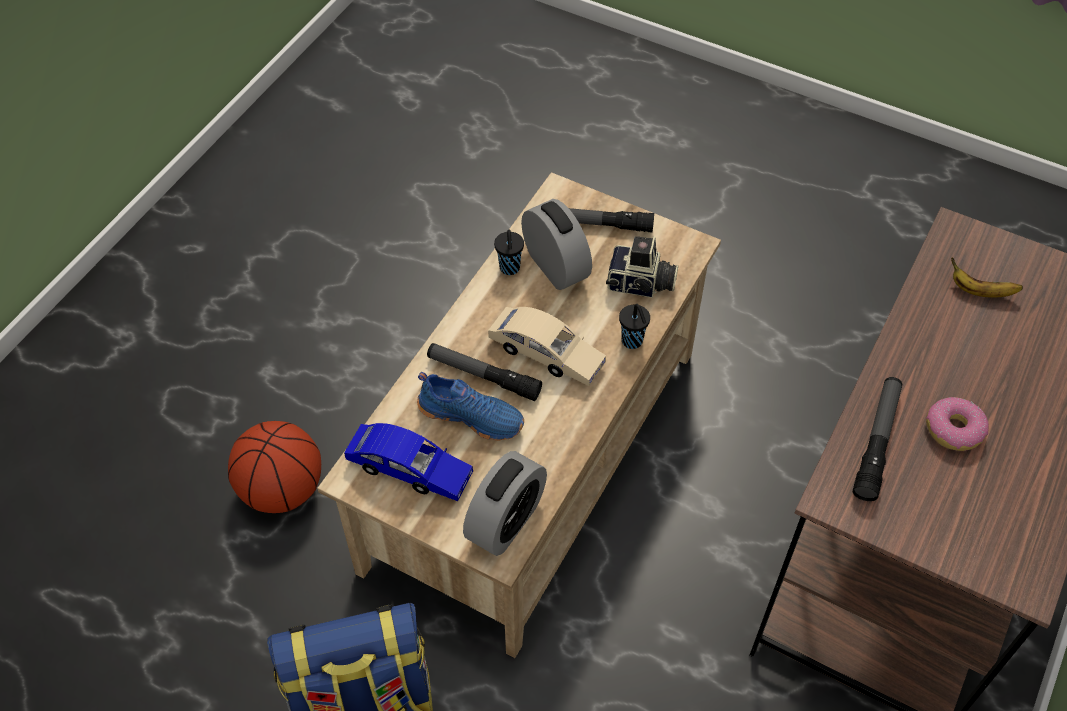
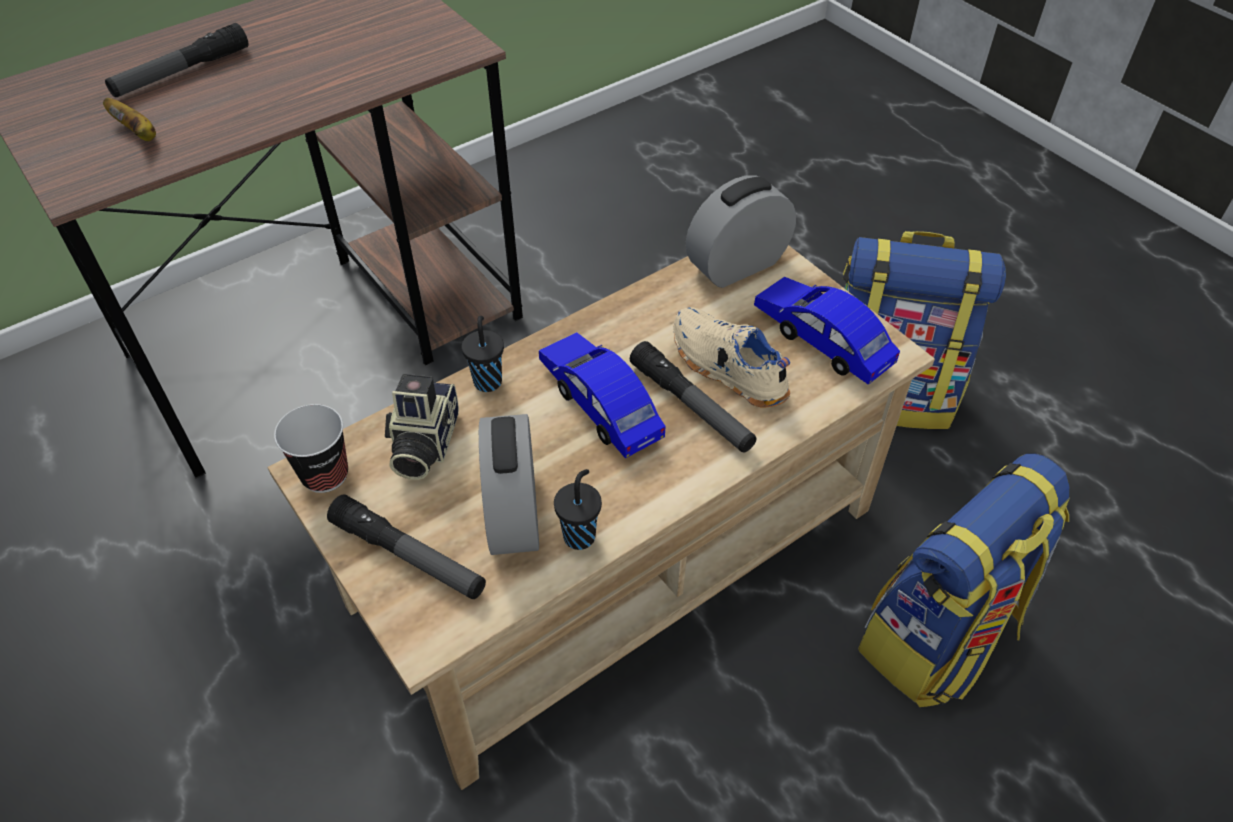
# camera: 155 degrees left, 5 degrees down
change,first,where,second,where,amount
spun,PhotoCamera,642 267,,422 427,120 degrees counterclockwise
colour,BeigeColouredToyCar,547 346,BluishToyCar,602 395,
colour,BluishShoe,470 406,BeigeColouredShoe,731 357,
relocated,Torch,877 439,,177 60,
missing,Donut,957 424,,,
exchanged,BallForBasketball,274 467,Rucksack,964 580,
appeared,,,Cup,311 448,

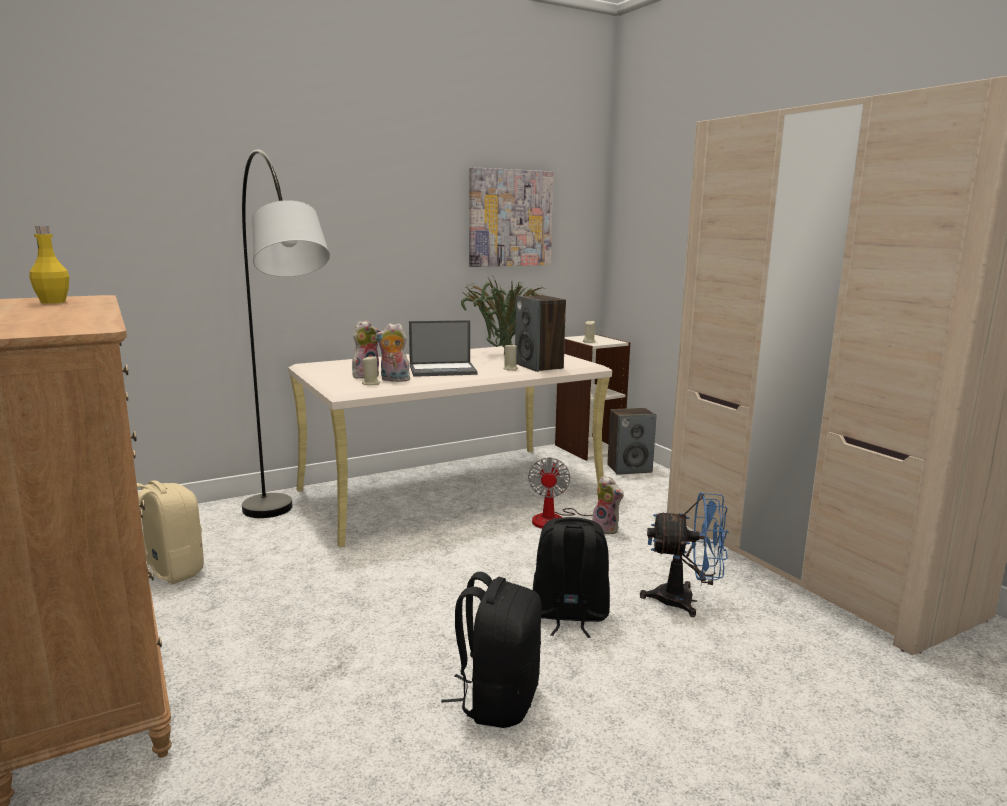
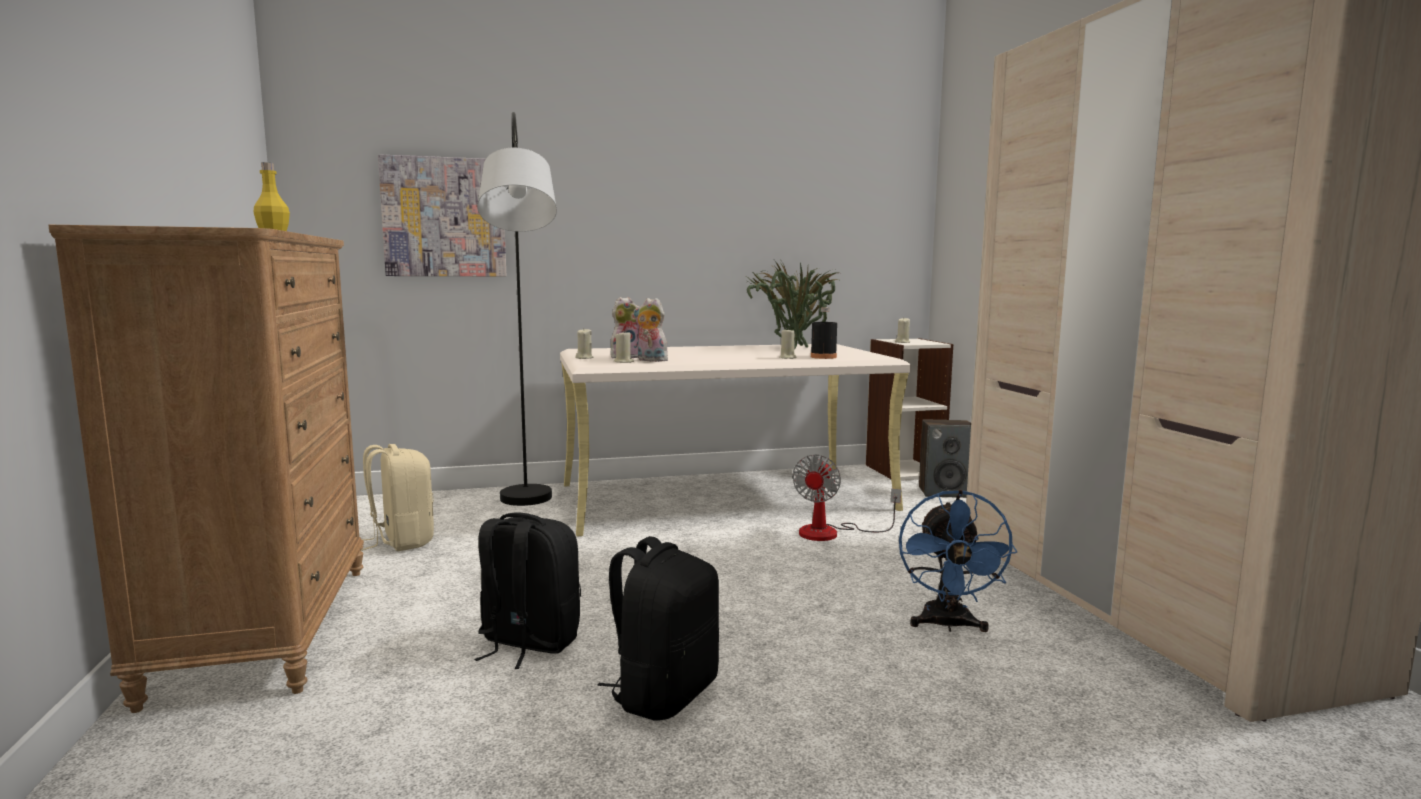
# camera: 15 degrees right, 5 degrees down
change,first,where,second,where,amount
relocated,WallPicture,511 217,,442 215,
exchanged,Speaker,540 333,BlackishBeverageBottle,824 333,
missing,Laptop,443 348,,,
missing,CuddlyToy,608 505,,,
spun,BluishFan,684 554,,958 561,75 degrees clockwise
relocated,BlackishRucksack,571 577,,528 591,
appeared,,,BeigeColouredWaxLight,584 344,

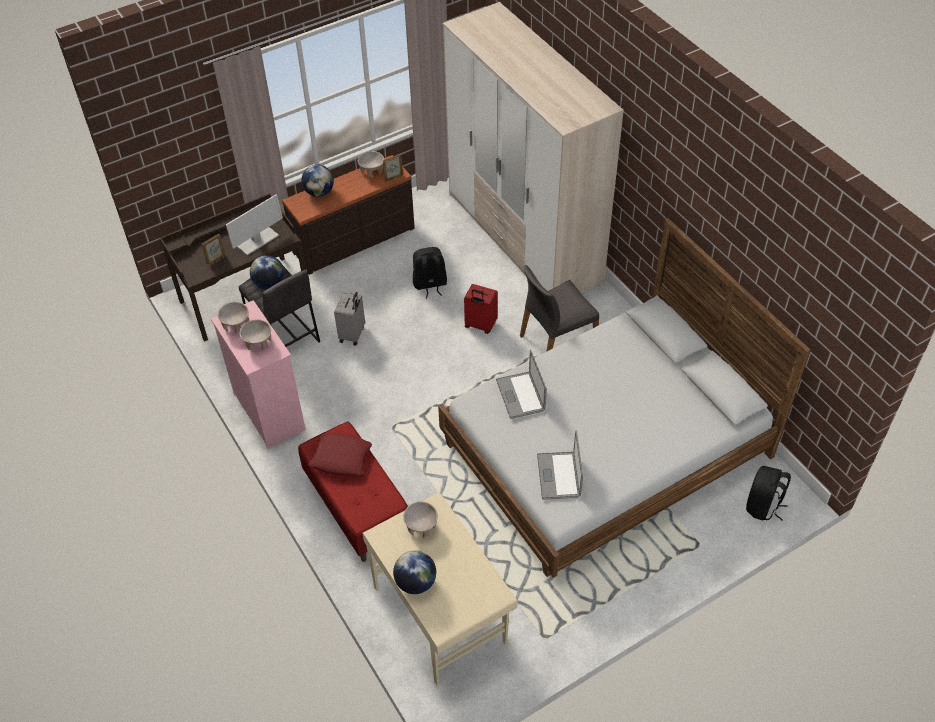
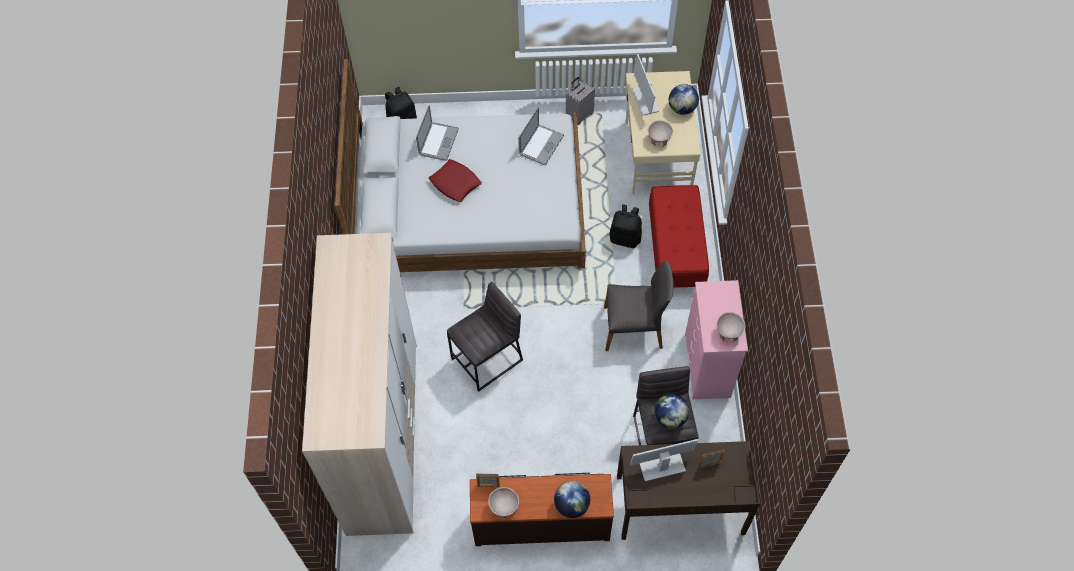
# camera: 150 degrees left, 10 degrees up
change,first,where,second,where,amount
relocated,BlackishRucksack,430 272,,626 226,
relocated,GrayUprightChair,559 308,,638 306,
exchanged,RedColouredSuitcase,481 309,GraySittingStool,485 337,
relocated,GraySuitcase,349 319,,580 101,
missing,BeigeColouredDeepDish,255 335,,,
relocated,Laptop,521 384,,437 133,
relocated,RedColouredThrowPillow,340 455,,455 180,
appeared,,,ComputerScreen,645 85,

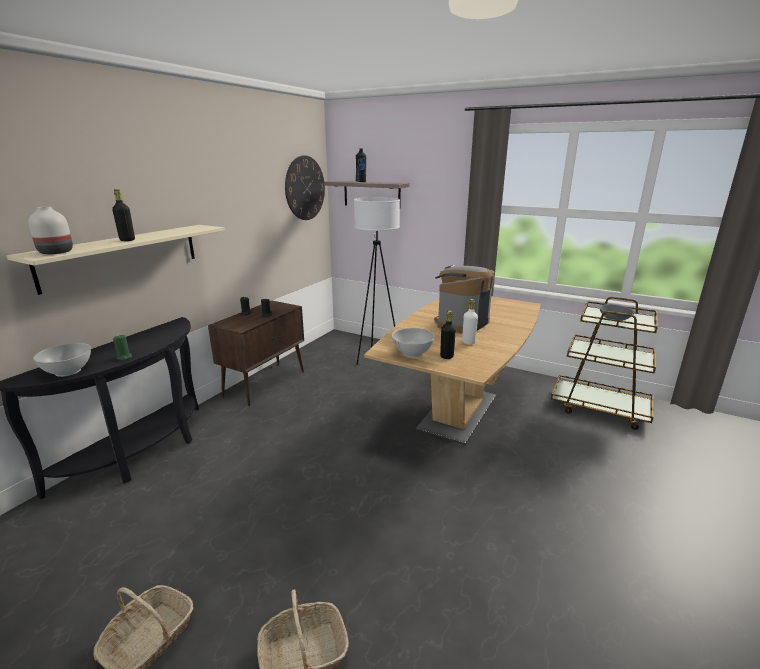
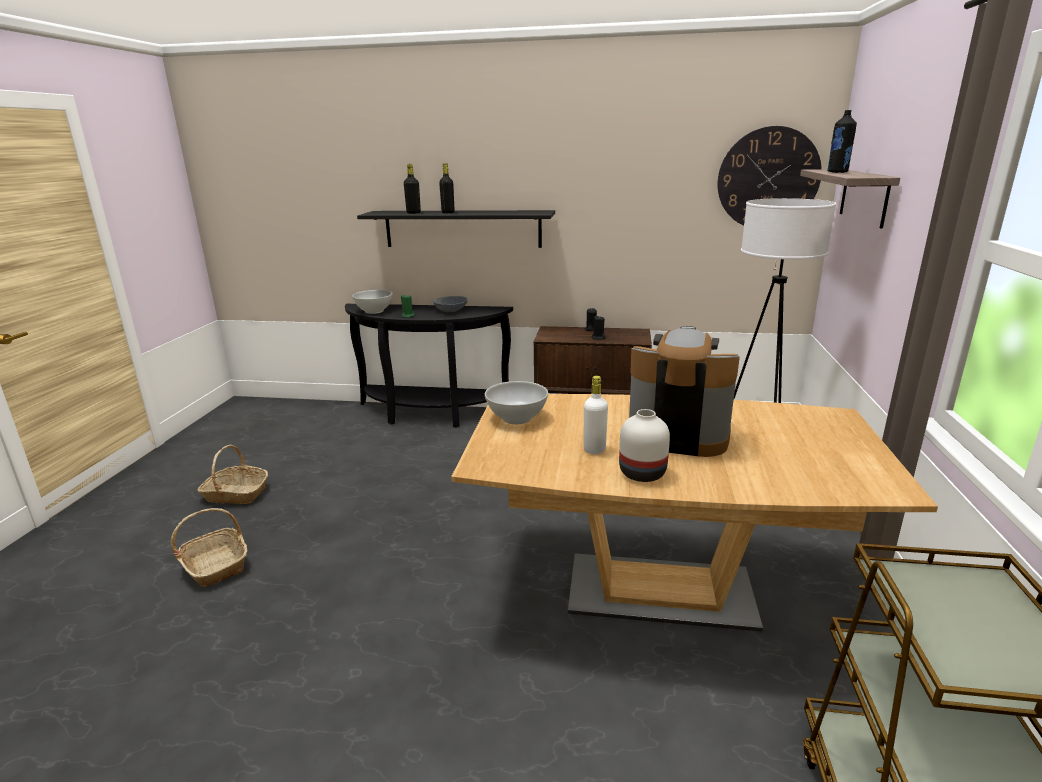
# camera: 70 degrees right, 0 degrees up
change,first,where,second,where,amount
relocated,WhiteVase,50 230,,644 445,
colour,BeigeColouredShelf,115 260,BlackishShelf,456 229,
relocated,GrayDeepDish,617 312,,451 304,
relocated,BlackishBeverageBottle,448 334,,412 189,

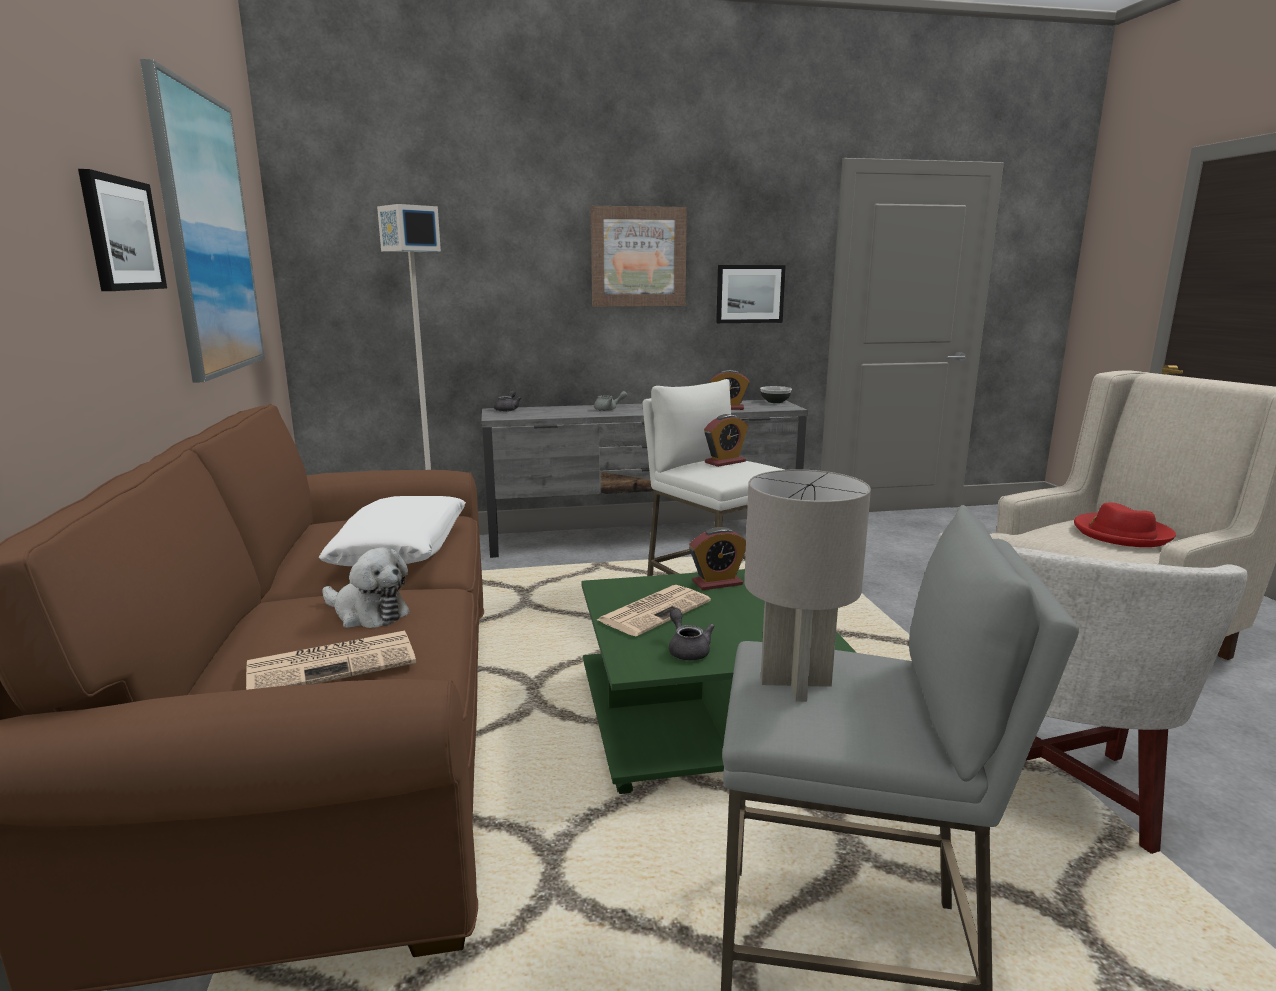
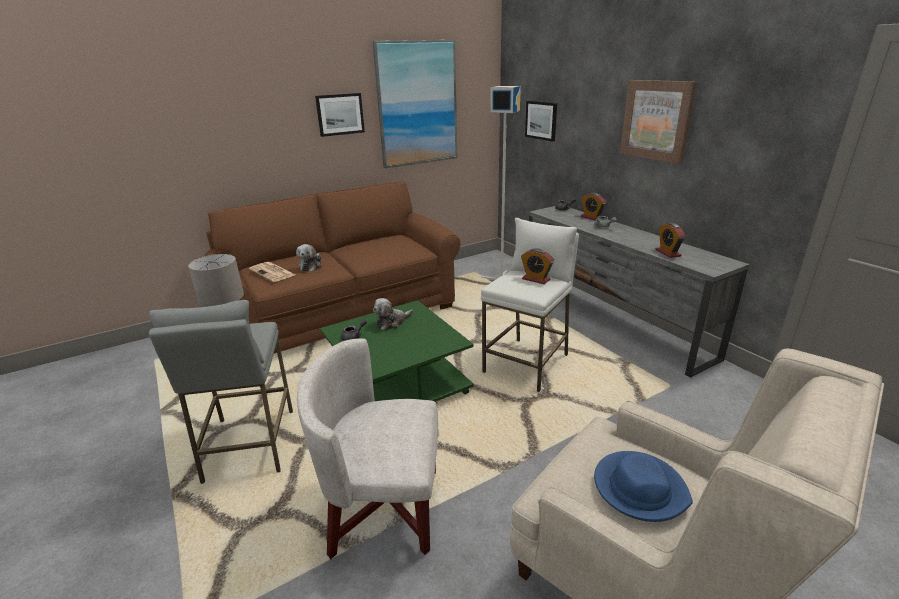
# camera: 70 degrees right, 10 degrees up
change,first,where,second,where,amount
relocated,WallPicture,751 294,,541 121,
missing,DeepDish,776 394,,,
missing,WhiteThrowPillow,392 531,,,
colour,RedColouredWearableHat,1125 524,BluishWearableHat,643 486,
relocated,AlarmClock,717 558,,593 206,
exchanged,Newspaper,654 610,CuddlyToy,393 314,

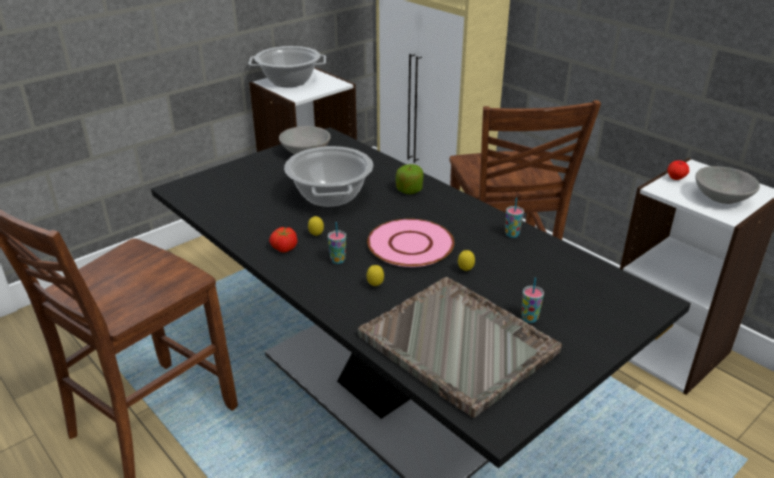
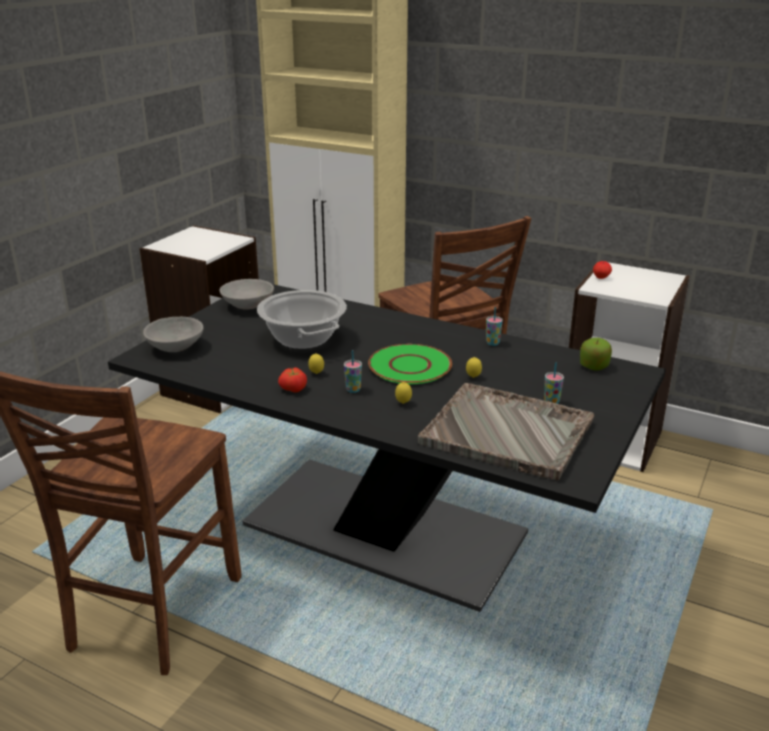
# camera: 20 degrees left, 5 degrees down
change,first,where,second,where,amount
missing,CookingPot,287 66,,,
relocated,Apple,410 179,,596 354,
relocated,GrayDeepDish,727 185,,173 334,
colour,PinkPlate,410 243,GreenColouredPlate,410 364,

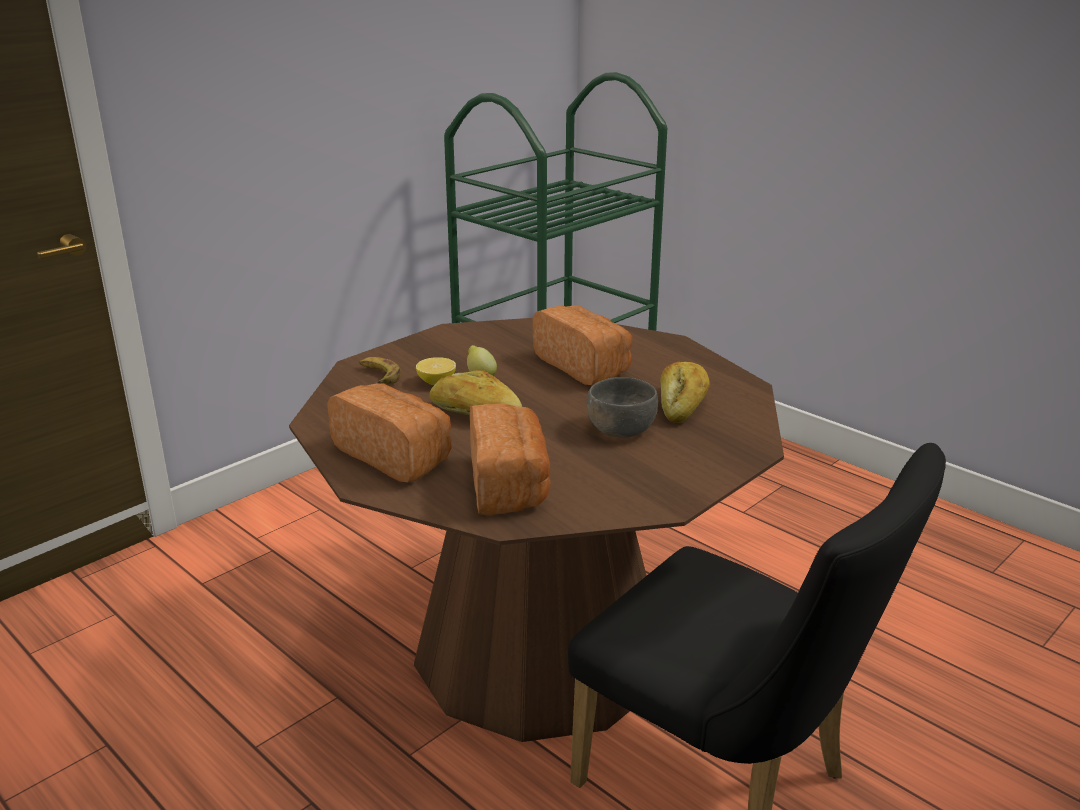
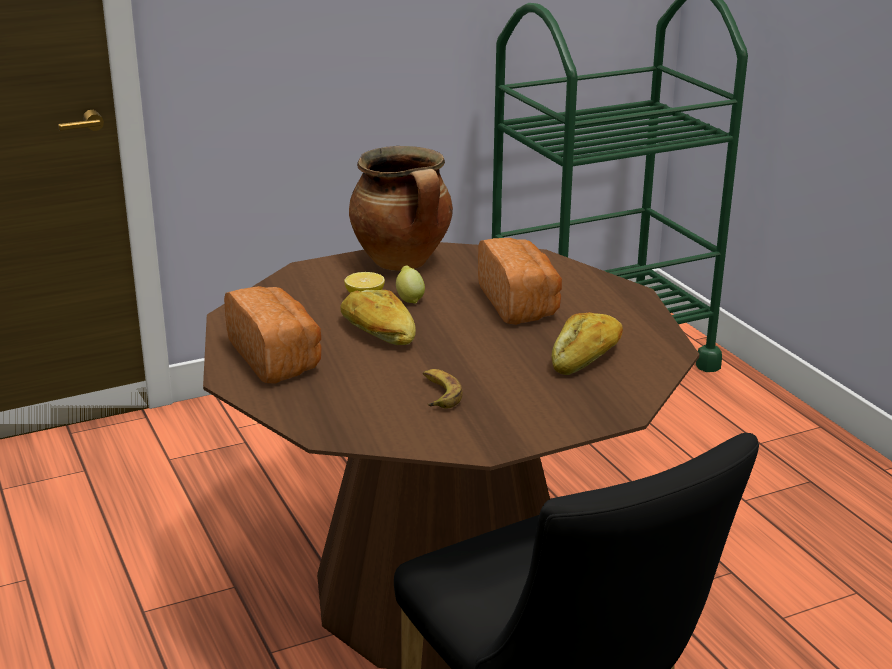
# camera: 20 degrees right, 0 degrees up
change,first,where,second,where,amount
relocated,Banana,380 371,,443 389,
missing,GrayDeepDish,622 407,,,
missing,Bread,510 460,,,
appeared,,,CookingPot,401 208,

